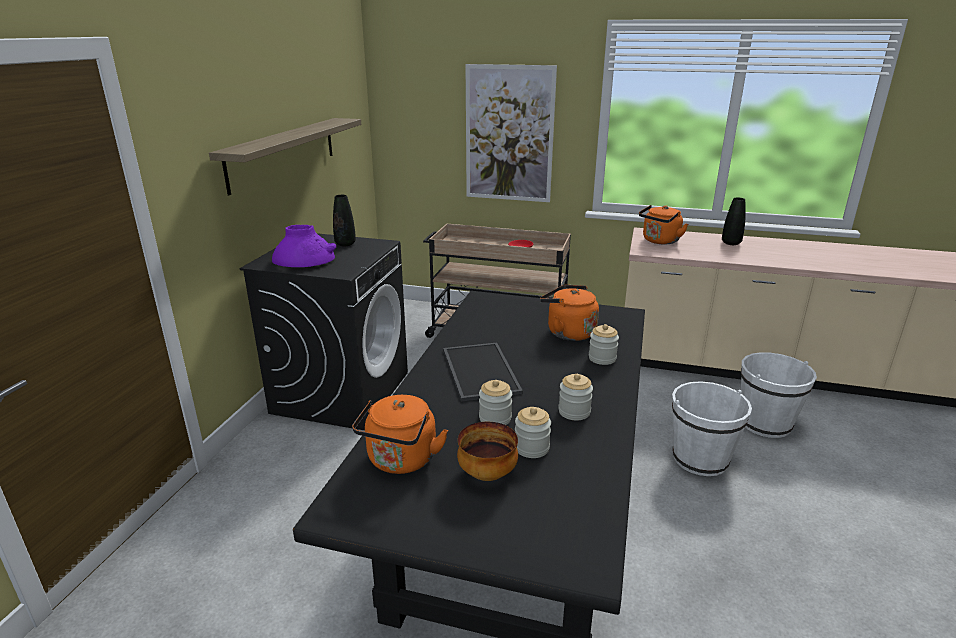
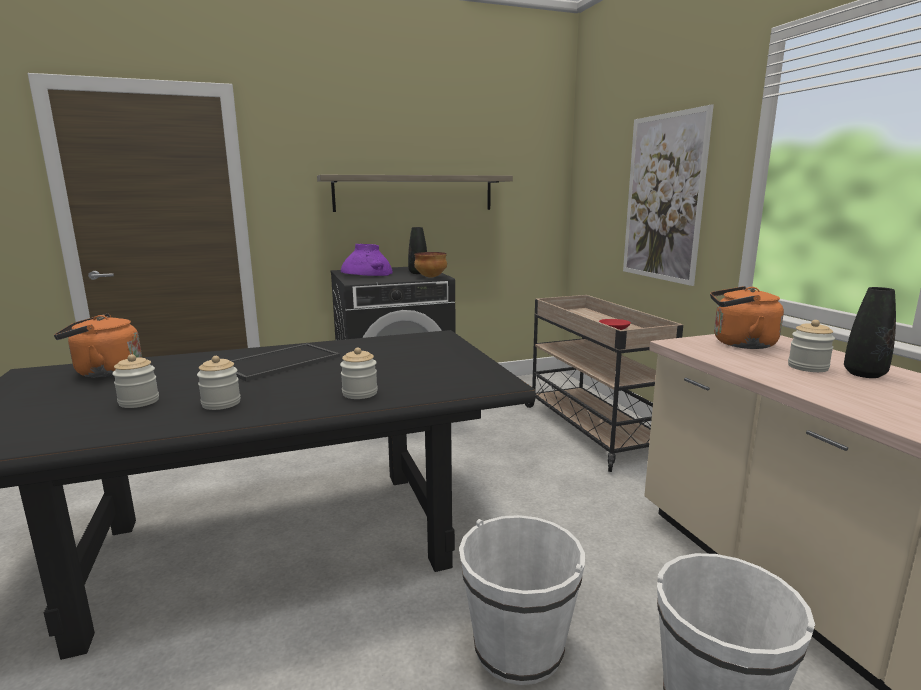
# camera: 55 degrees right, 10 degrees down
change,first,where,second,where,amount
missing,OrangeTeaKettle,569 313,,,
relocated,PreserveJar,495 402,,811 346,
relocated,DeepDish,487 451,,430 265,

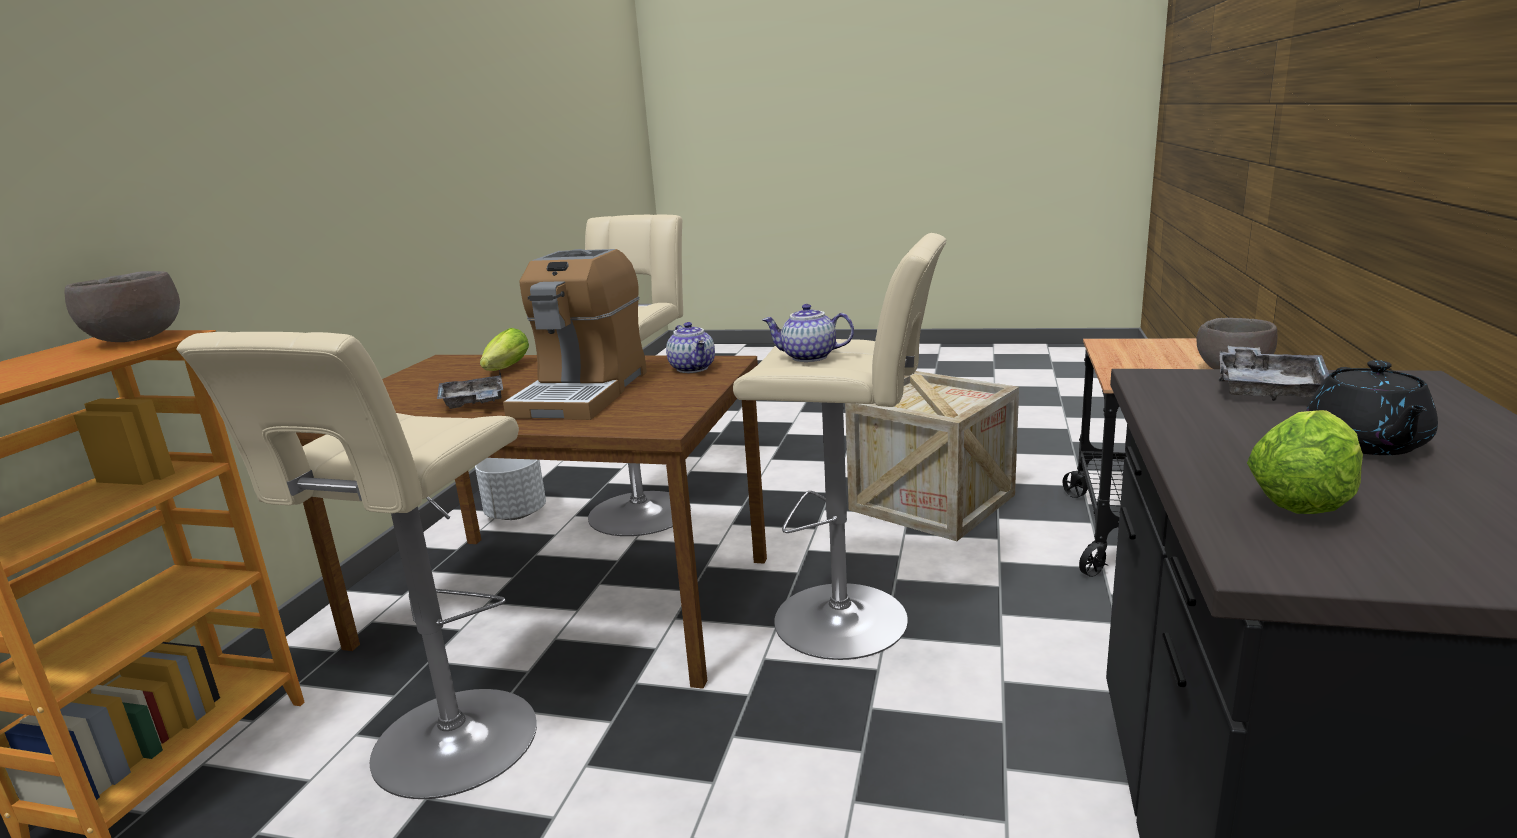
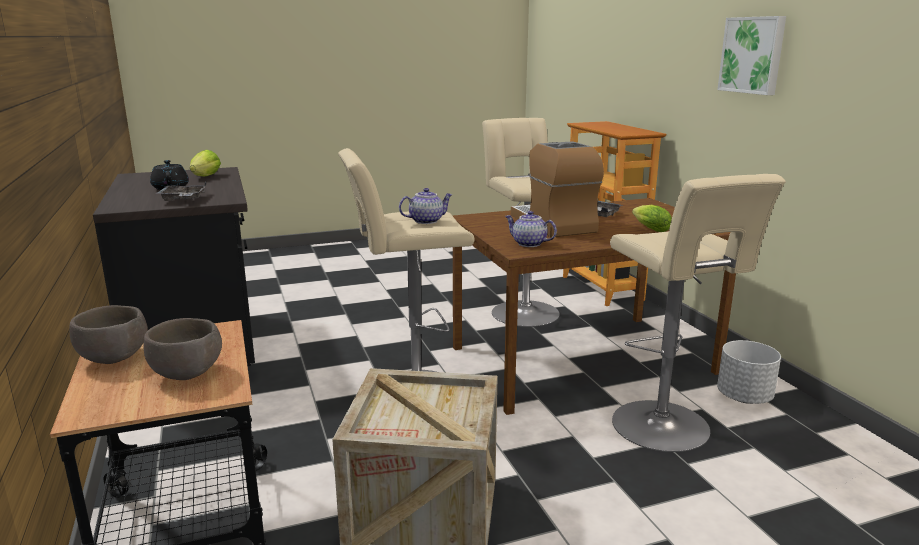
# camera: 145 degrees right, 0 degrees up
change,first,where,second,where,amount
relocated,BrownishDeepDish,122 306,,182 349,
appeared,,,WallPicture,751 55,

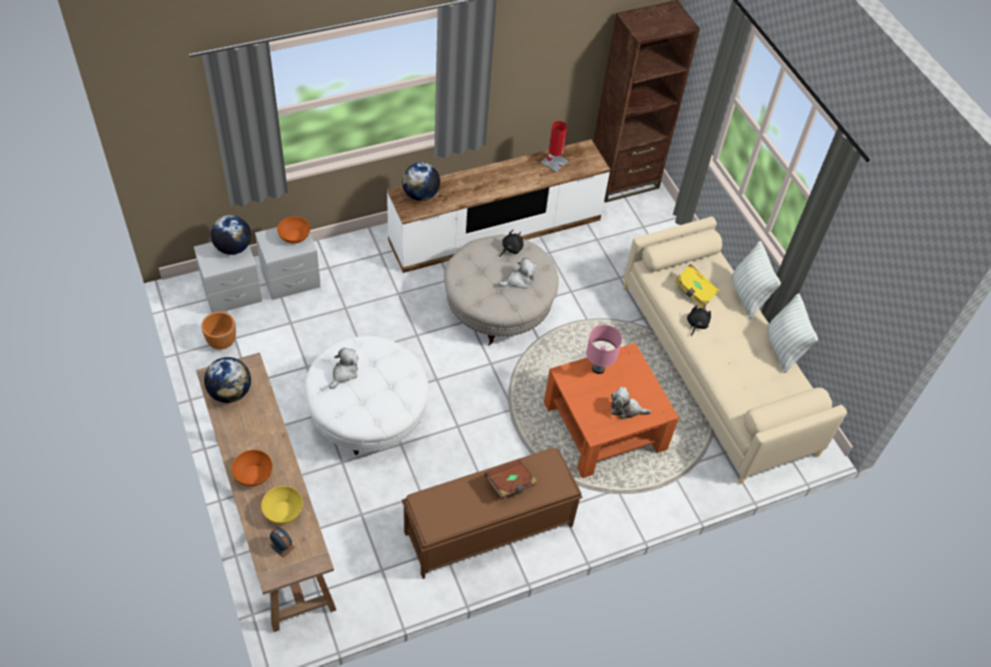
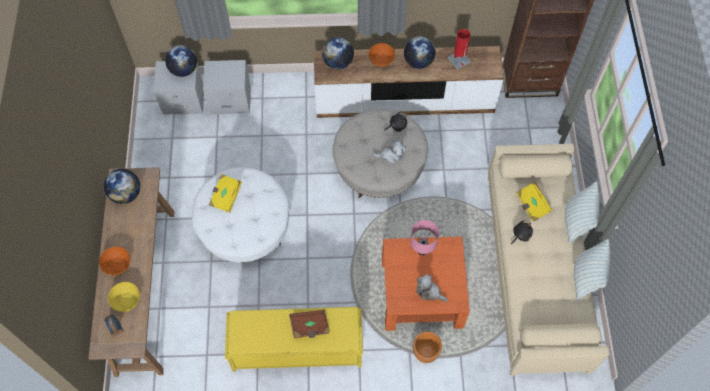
# camera: 25 degrees right, 10 degrees up
change,first,where,second,where,amount
relocated,OrangeDeepDish,293 230,,382 55,
relocated,OrangePlantPot,218 331,,427 347,
exchanged,CuddlyToy,343 368,YellowBook,225 193,
colour,BrownishIndoorBench,492 513,YellowIndoorBench,294 339,
appeared,,,DeskGlobe,420 52,

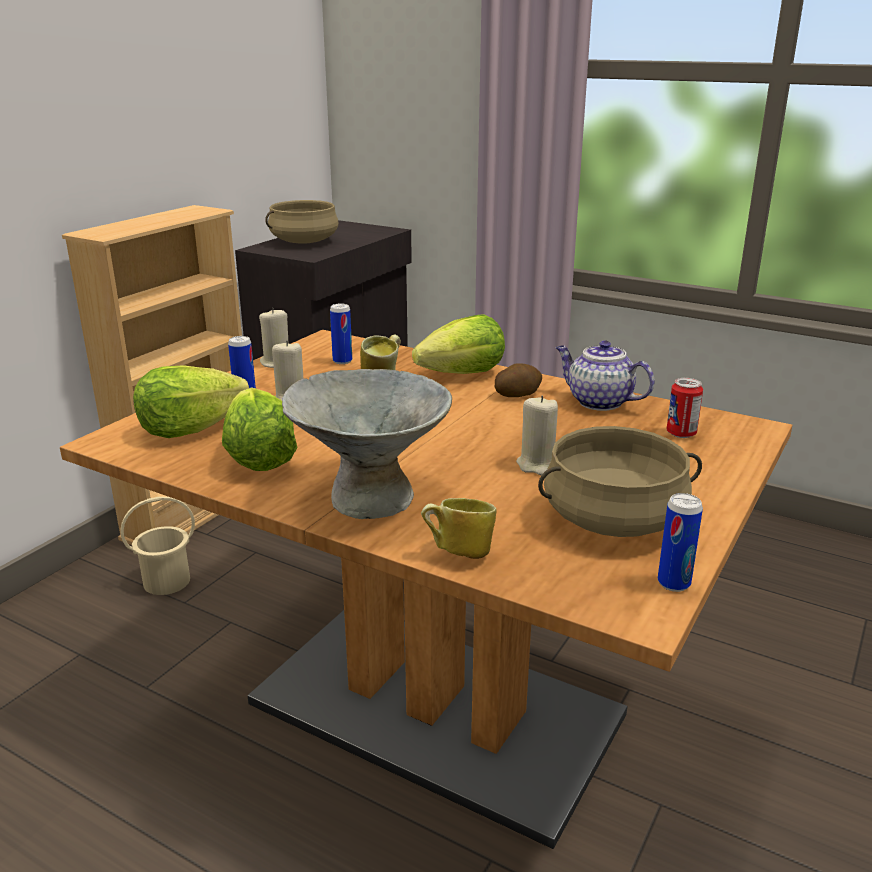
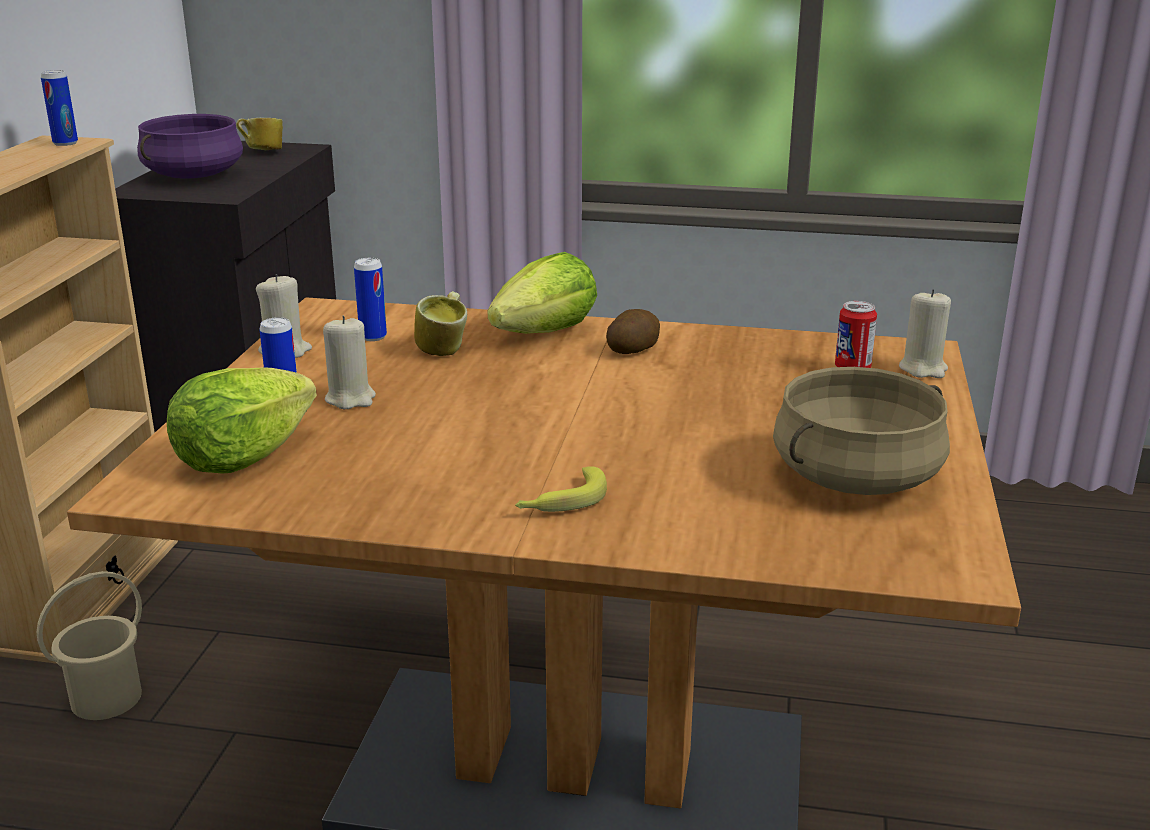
# camera: 20 degrees left, 0 degrees up
change,first,where,second,where,amount
colour,BeigeColouredCookingPot,302 222,PurpleColouredCookingPot,190 146,
missing,TeaPot,605 375,,,
exchanged,GrayDeepDish,367 444,Banana,561 489,
missing,LettuceHead,260 429,,,
relocated,BeigeColouredWaxLight,537 435,,925 333,
relocated,SealedCan,680 542,,59 108,
relocated,Mug,459 528,,259 134,

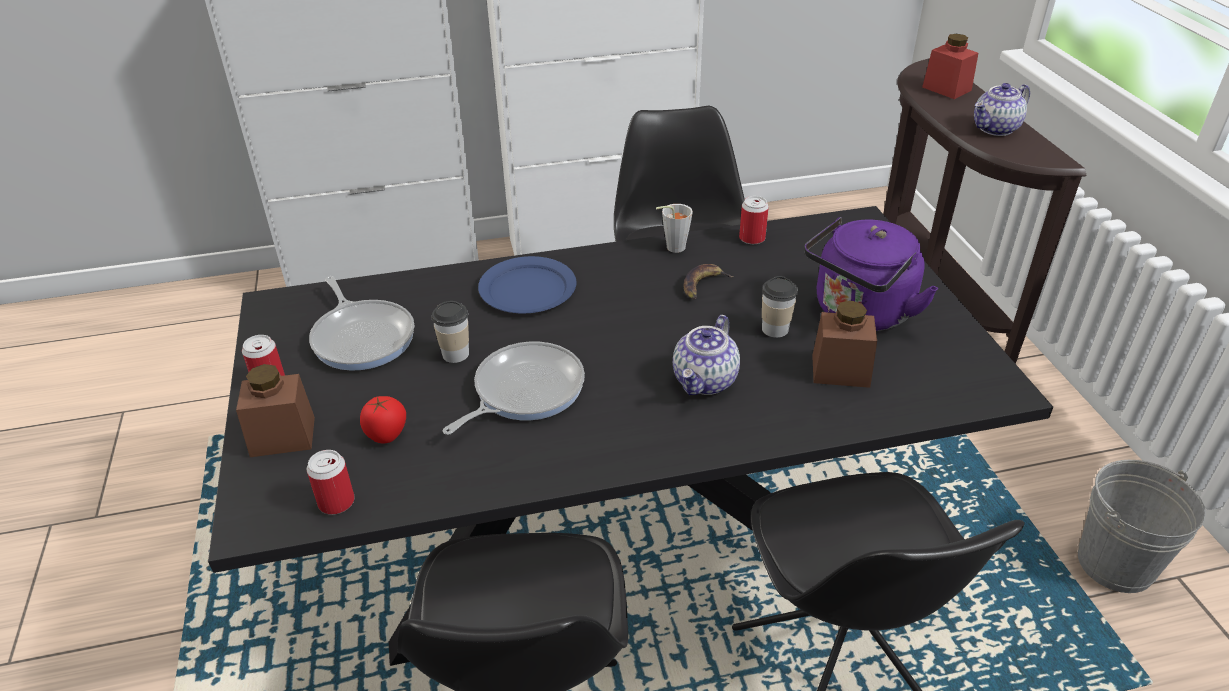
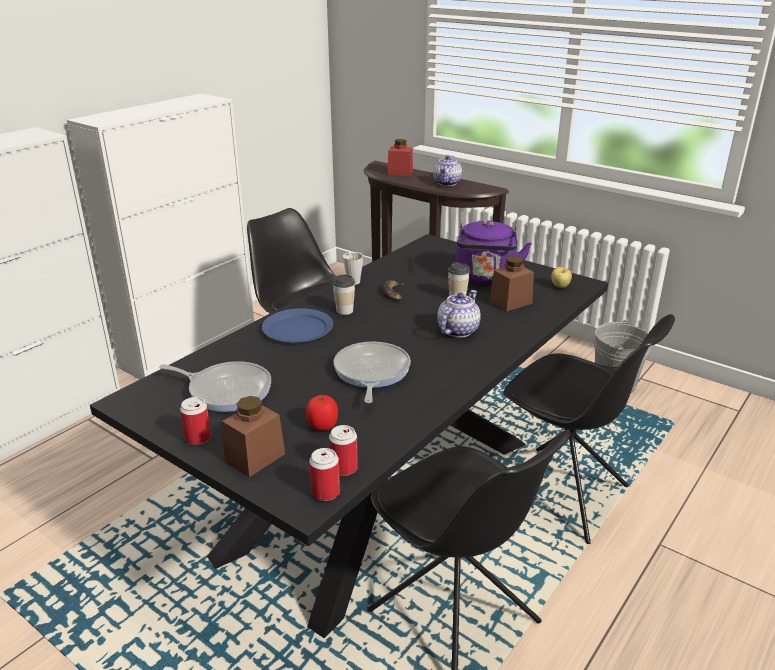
# camera: 40 degrees left, 10 degrees down
change,first,where,second,where,amount
relocated,SealedCan,754 220,,324 474,
relocated,Cup,450 332,,343 295,
spun,TeaPot,706 355,,459 314,135 degrees counterclockwise
appeared,,,Apple,561 277,

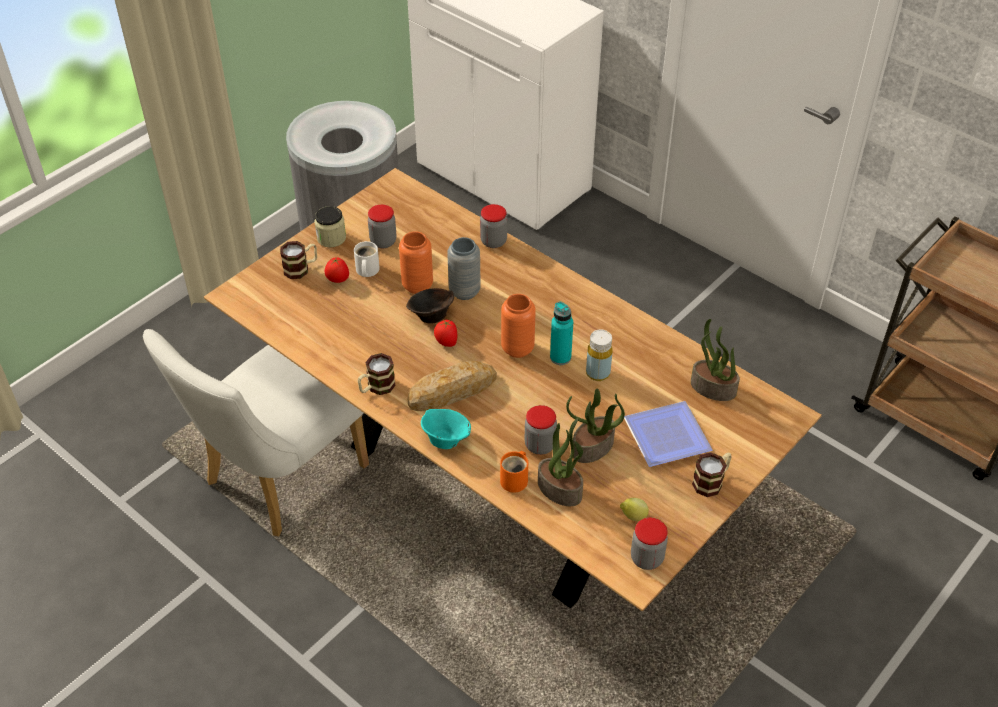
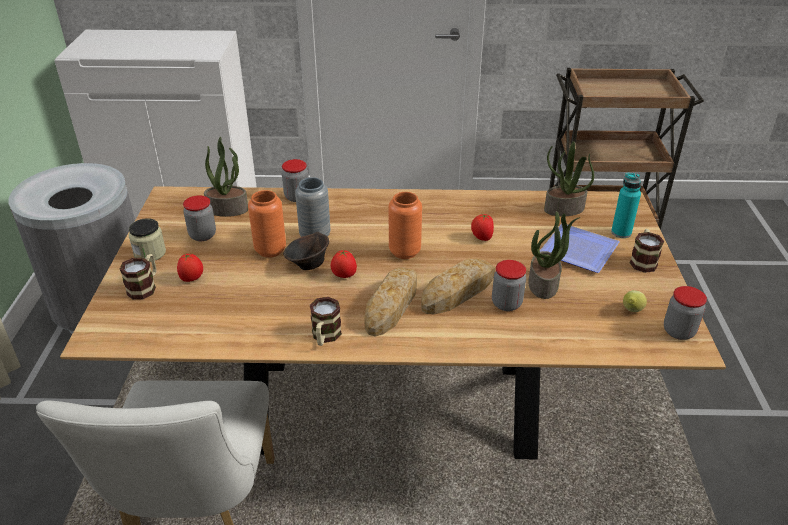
# camera: 40 degrees left, 10 degrees down
change,first,where,second,where,amount
missing,WhiteMug,367 259,,,
relocated,BlueGreenBeverageBottle,561 333,,626 205,
exchanged,YellowBeverageBottle,599 355,WholeTomato,482 227,
missing,BlueGreenDeepDish,446 429,,,
relocated,Houseplant,560 462,,226 177,
missing,OrangeMug,514 472,,,
appeared,,,Bread,458 286,

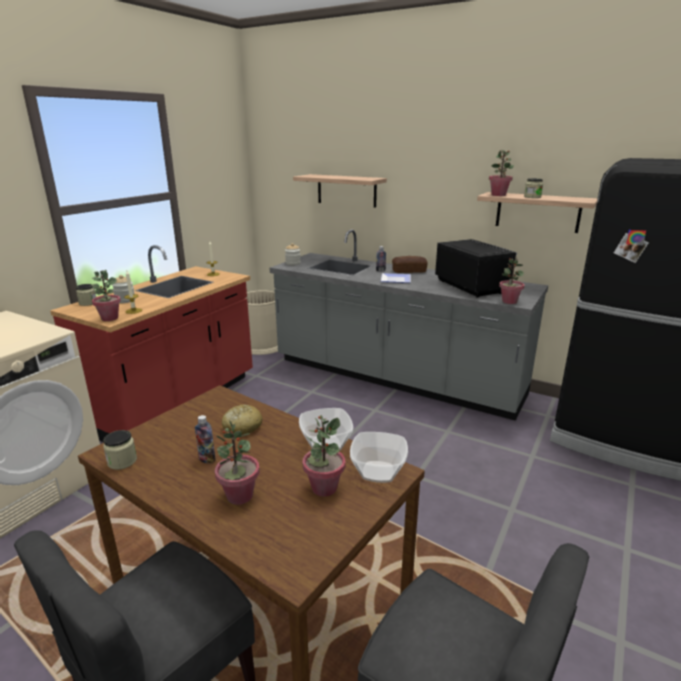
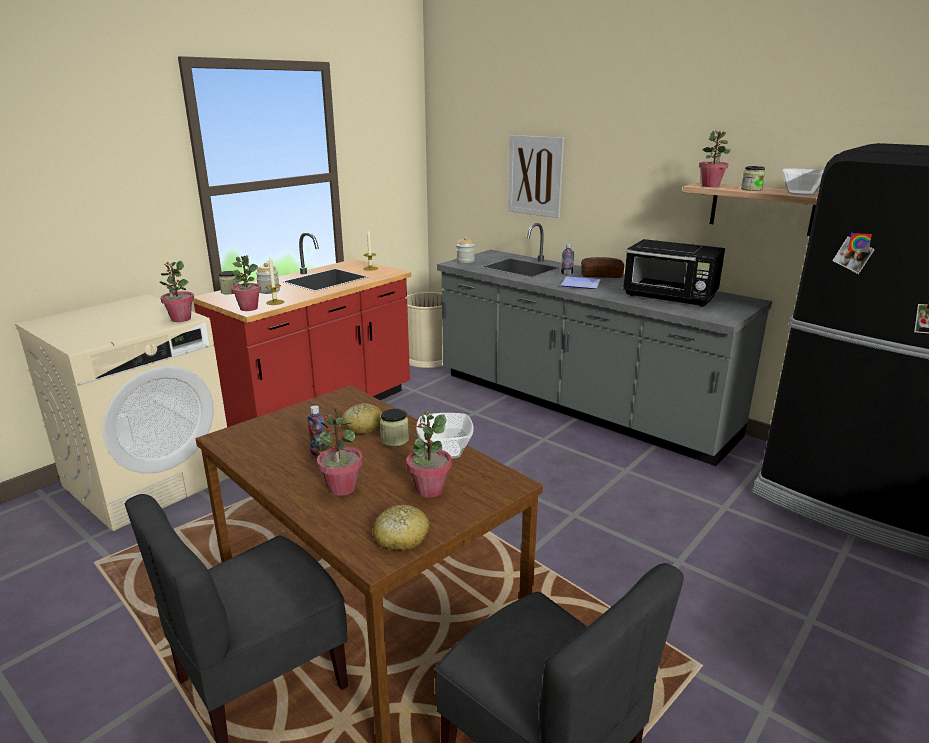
# camera: 10 degrees right, 0 degrees up
change,first,where,second,where,amount
exchanged,Shelf,340 191,WallPicture,536 176,
spun,BlackishMicrowaveOven,476 268,,674 273,135 degrees clockwise
relocated,Houseplant,511 281,,176 291,
relocated,PreserveJar,120 450,,394 427,
relocated,DeepDish,379 457,,803 181,
appeared,,,Bread,401 528,

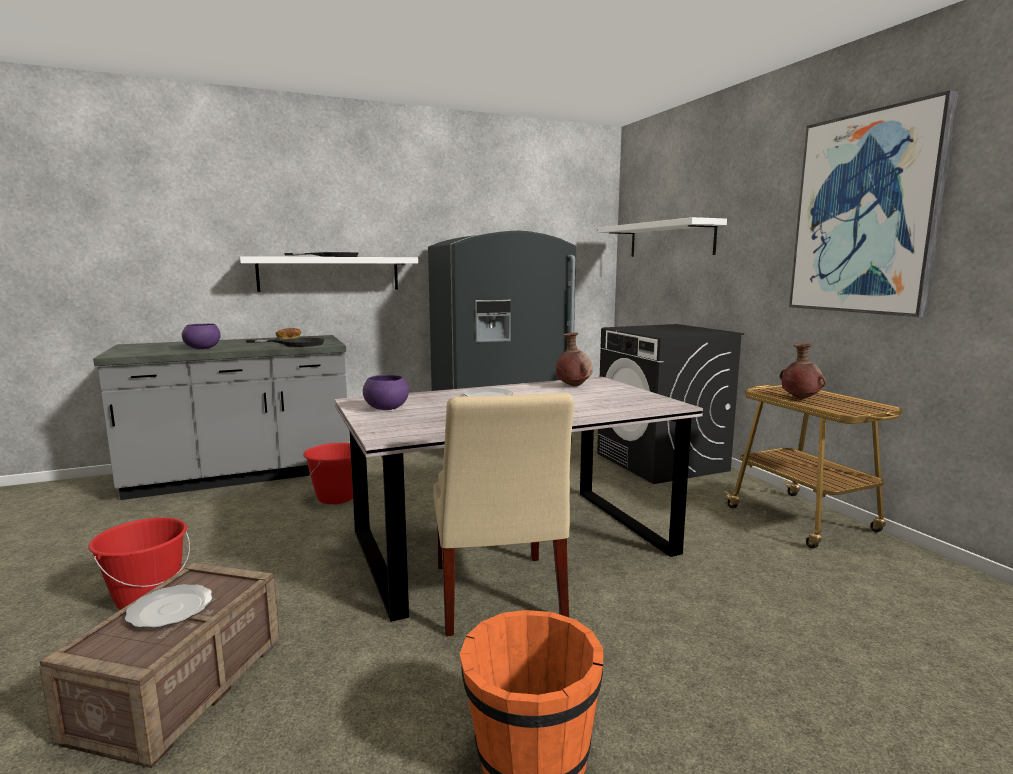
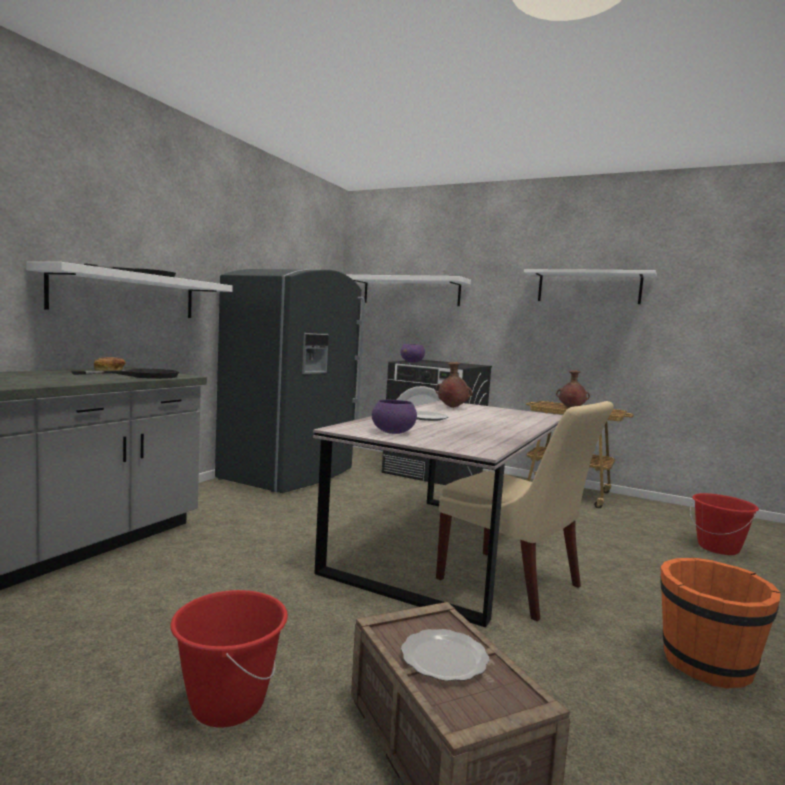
# camera: 40 degrees left, 5 degrees down
change,first,where,second,where,amount
exchanged,WallPicture,874 203,WhiteShelf,590 286,
relocated,PurpleColouredDeepDish,201 336,,412 353,
relocated,RedColouredWaterBucket,328 473,,724 524,

